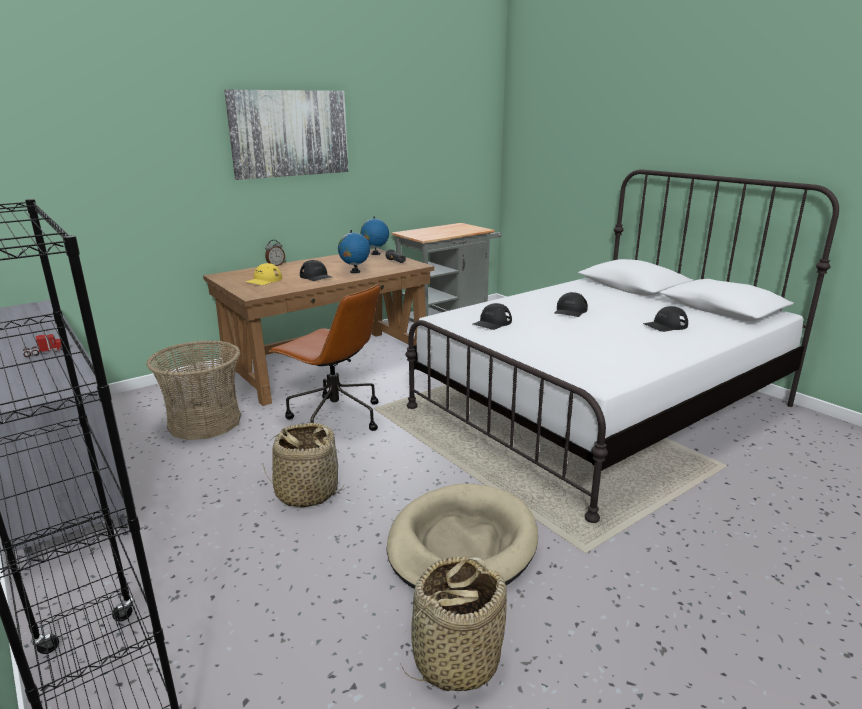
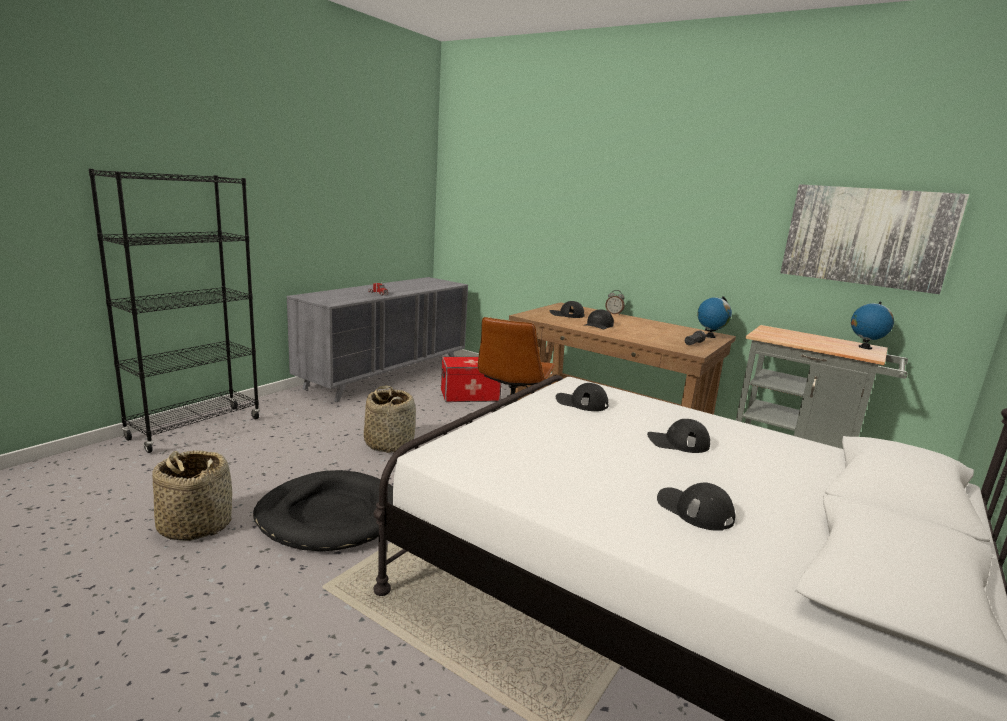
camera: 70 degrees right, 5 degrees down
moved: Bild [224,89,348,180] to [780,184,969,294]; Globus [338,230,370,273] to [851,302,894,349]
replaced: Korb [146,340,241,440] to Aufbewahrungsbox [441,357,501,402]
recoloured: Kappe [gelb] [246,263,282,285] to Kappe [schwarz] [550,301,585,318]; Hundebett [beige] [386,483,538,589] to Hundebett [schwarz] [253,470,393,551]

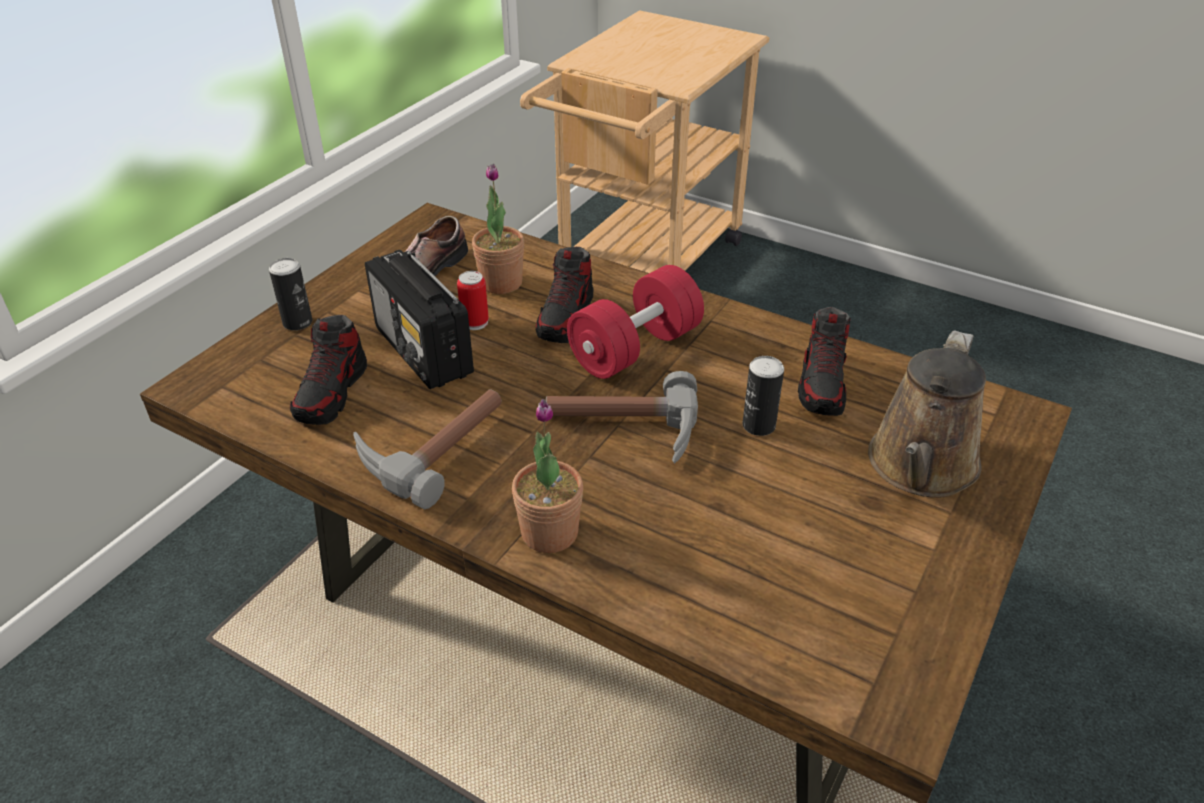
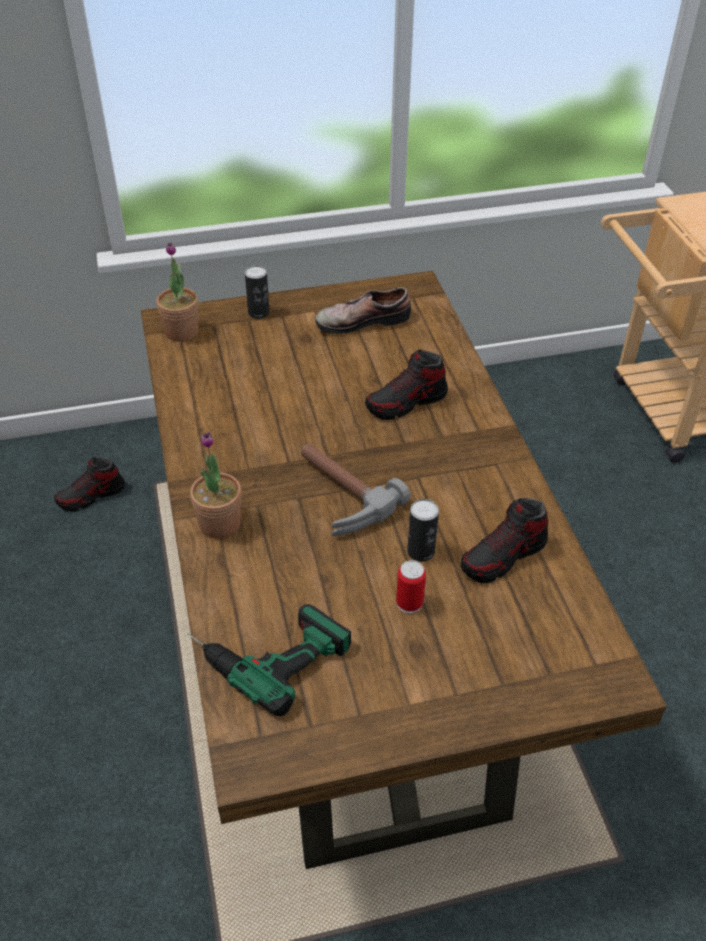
camera: 45 degrees right, 5 degrees up
removed: Radio [365,250,474,389]; Hantel [rot] [567,265,704,379]; Gießkanne [braun] [868,330,986,497]; Hammer [353,389,502,509]
added: Bohrmaschine [187,604,351,716]
moved: Topfpflanze [472,164,524,294] to [156,242,198,342]; Dose [457,271,489,330] to [396,560,426,614]; Schuh [290,315,367,425] to [54,457,125,512]

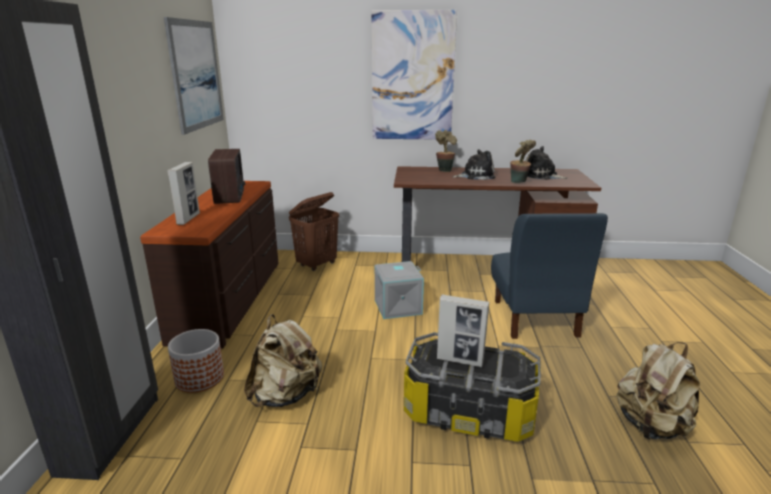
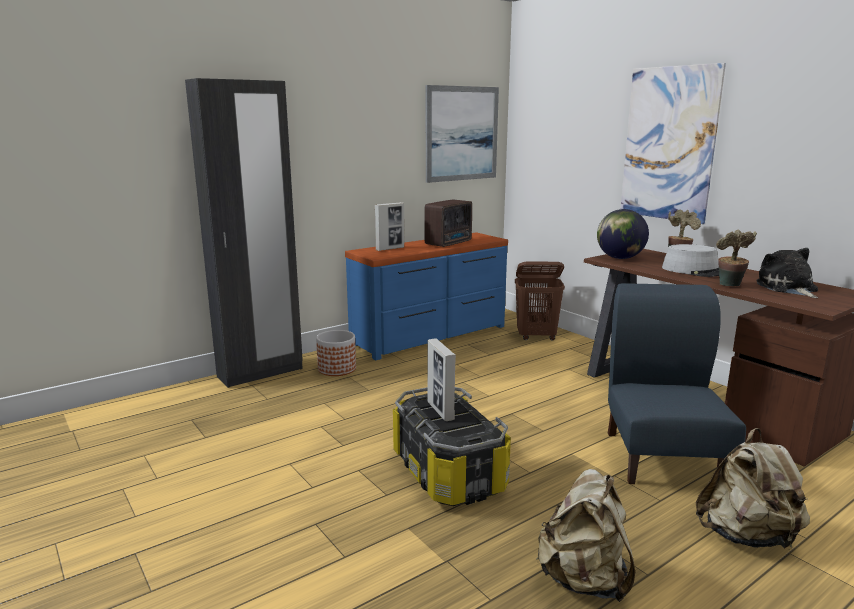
camera: 50 degrees right, 5 degrees down
removed: Aufbewahrungsbox [grau] [375,261,424,319]
added: Globus [597,209,649,259]
moved: Rucksack [beige] [244,314,322,407] to [696,428,810,550]
replaced: Plüschtier [453,149,496,180] to Hut [grau] [662,244,719,277]
recoloured: Kommode [braun] [140,181,279,349] to Kommode [blau] [345,232,508,360]
turned: Stuhl [blau] [491,213,608,339] = [608,283,746,484] 135 degrees clockwise

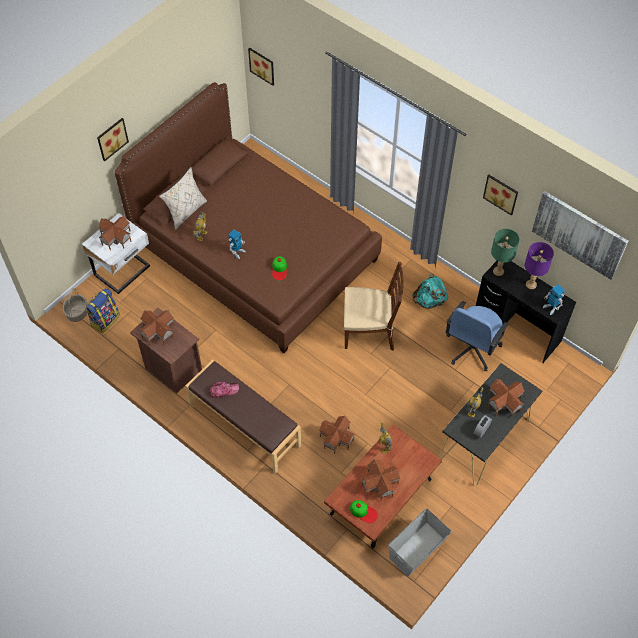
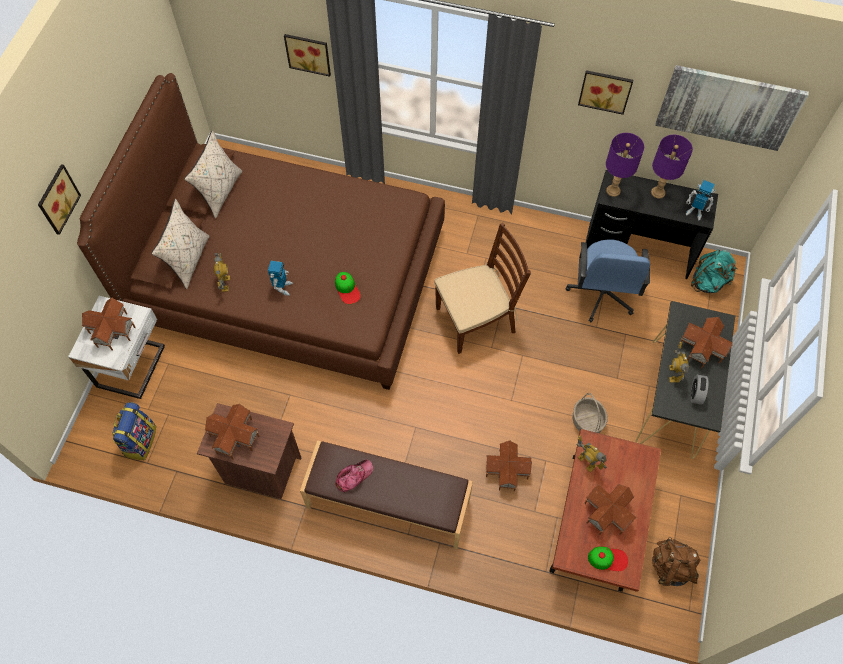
camera: 25 degrees left, 5 degrees up
added: Kissen [beige] [184,130,242,218]
moved: Bild [248,47,274,86] to [284,34,331,77]; Rucksack [türkis] [412,274,448,309] to [691,249,737,293]; Korb [63,288,88,322] to [573,393,607,433]
replaced: Aufbewahrungsbox [grau] [388,509,451,576] to Rucksack [braun] [652,537,700,586]
recoloured: Tischlampe [grün] [491,229,519,276] to Tischlampe [lila] [606,133,644,197]

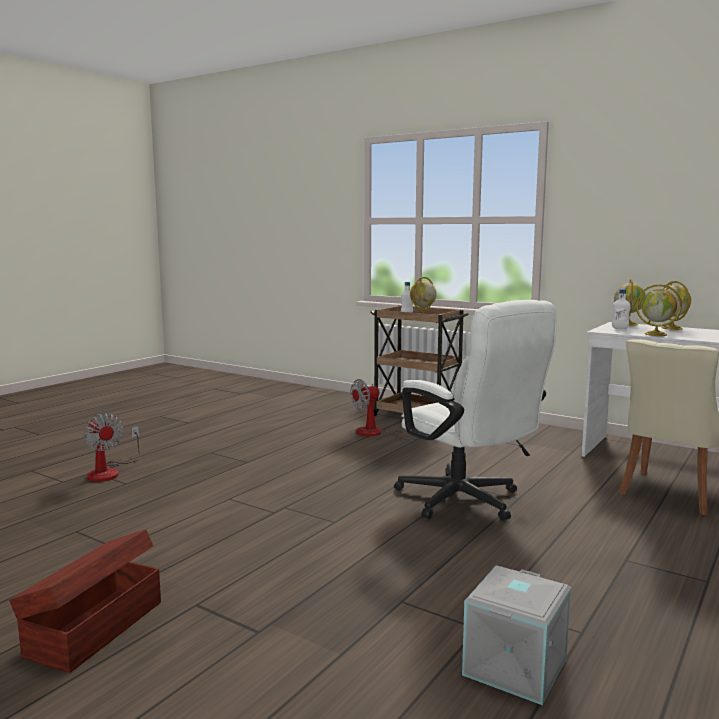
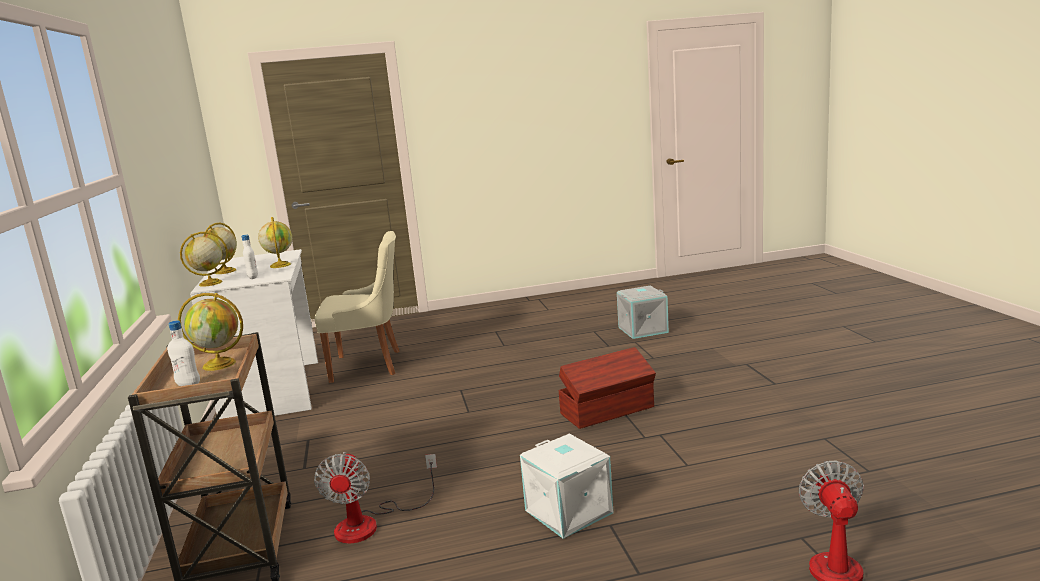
camera: 135 degrees left, 5 degrees up
removed: Bürostuhl [weiß] [394,300,557,521]
added: Aufbewahrungsbox [weiß] [520,433,613,539]
moved: Aufbewahrungsbox [braun] [9,529,161,673] to [558,347,656,429]
turned: Ventilator [350,379,418,440] = [314,452,437,544] 75 degrees clockwise

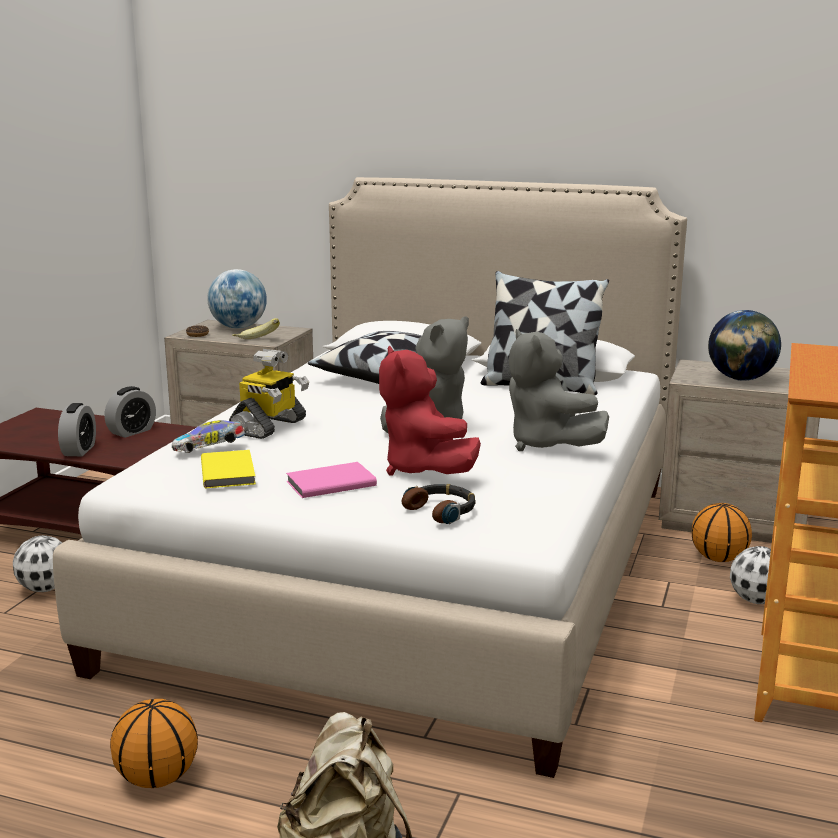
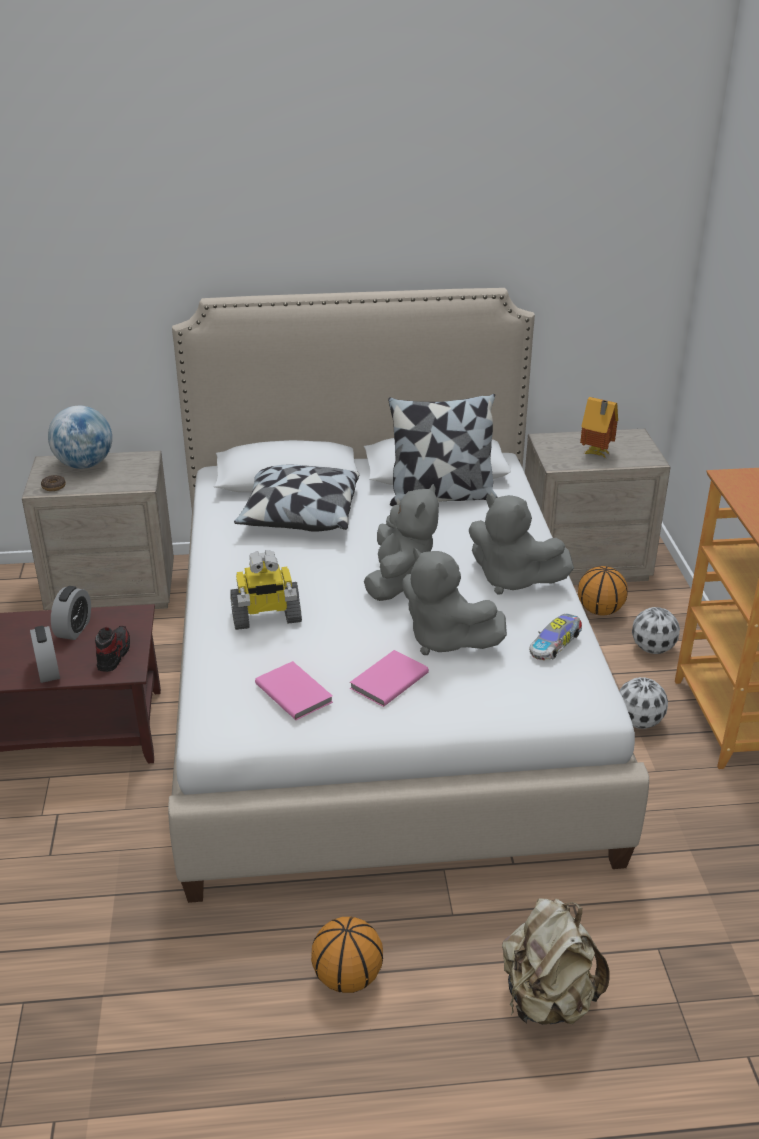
camera: 25 degrees left, 15 degrees up
removed: Banane [232,318,280,339]; Kopfhörer [402,484,476,524]
added: Schuh [95,626,130,672]
moved: Spielzeugauto [172,420,246,453] to [529,614,582,660]; Fußball [13,535,62,592] to [619,677,668,729]
replaced: Globus [708,310,781,381] to Spielzeughaus [580,397,618,458]
recoloured: Plüschtier [rot] [379,346,481,476] to Plüschtier [grau] [402,548,507,655]; Buch [gelb] [201,450,256,488] to Buch [rosa] [255,661,333,720]
turned: Spielzeugroboter [229,349,309,439] = [230,550,302,630] 75 degrees clockwise

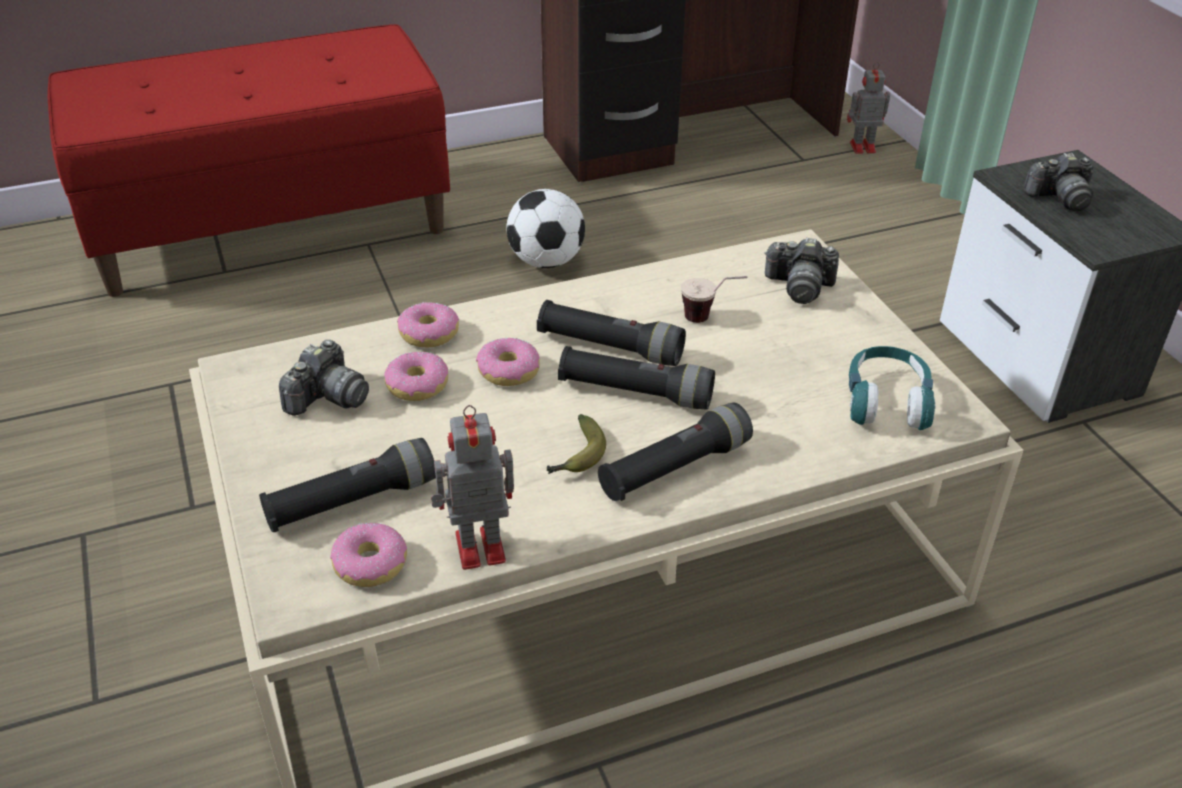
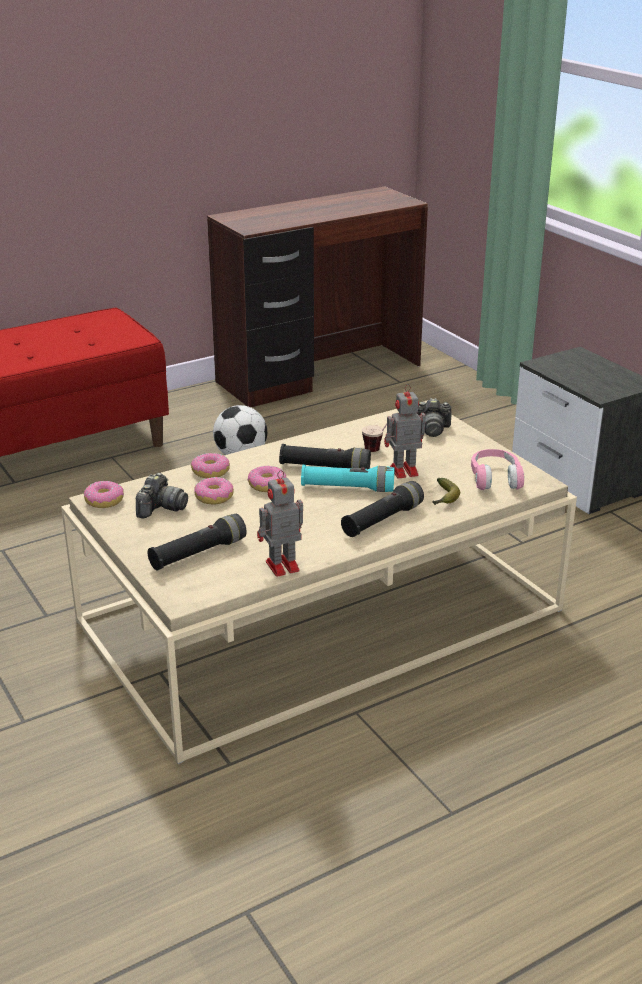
camera: 10 degrees left, 10 degrees down
removed: Kamera [1024,153,1093,211]
moved: Spielzeugroboter [847,62,890,154] to [384,384,426,478]; Banane [547,414,606,474] to [433,478,460,505]; Donut [330,523,407,587] to [84,480,124,508]
recoloured: Taschenlampe [schwarz] [558,346,715,410] to Taschenlampe [türkis] [301,465,394,492]; Kopfhörer [türkis] [849,346,936,430] to Kopfhörer [rosa] [471,449,524,490]

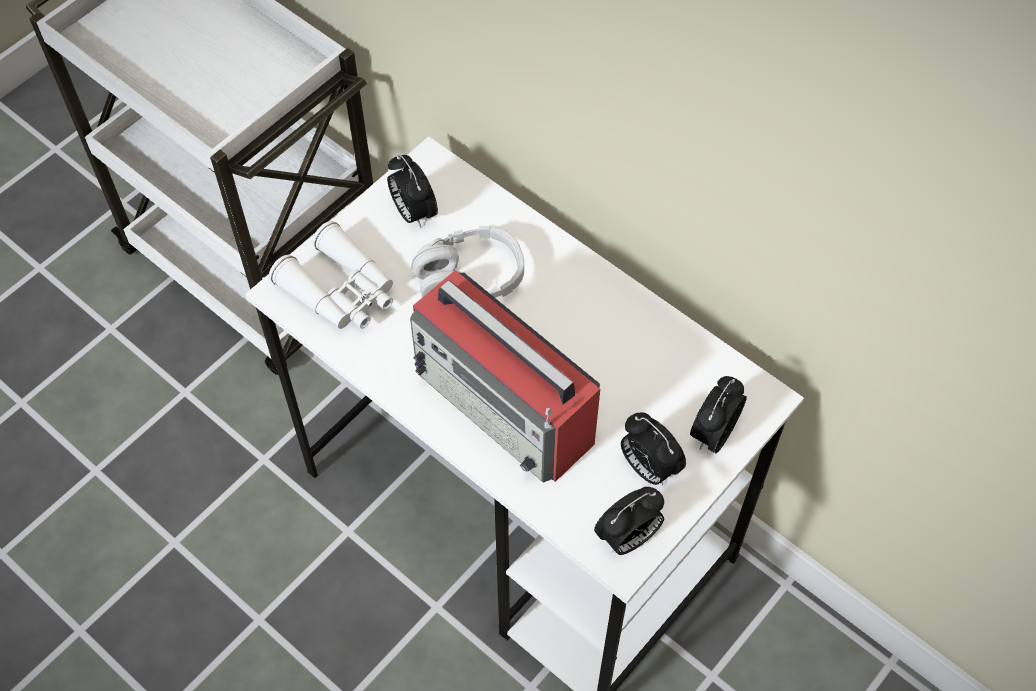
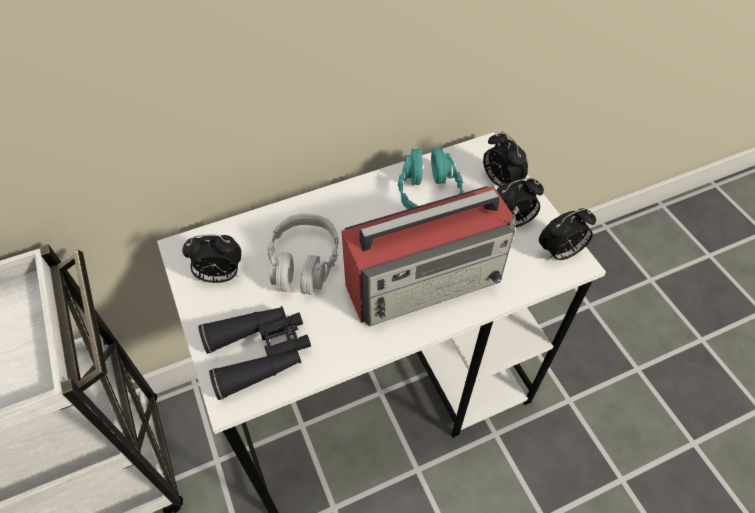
camera: 65 degrees left, 5 degrees down
added: Kopfhörer [türkis] [398,147,464,210]
recoloured: Fernglas [weiß] [269,221,393,329] to Fernglas [schwarz] [198,306,311,400]
turned: Wecker [594,487,664,555] = [539,208,596,260] 75 degrees clockwise

